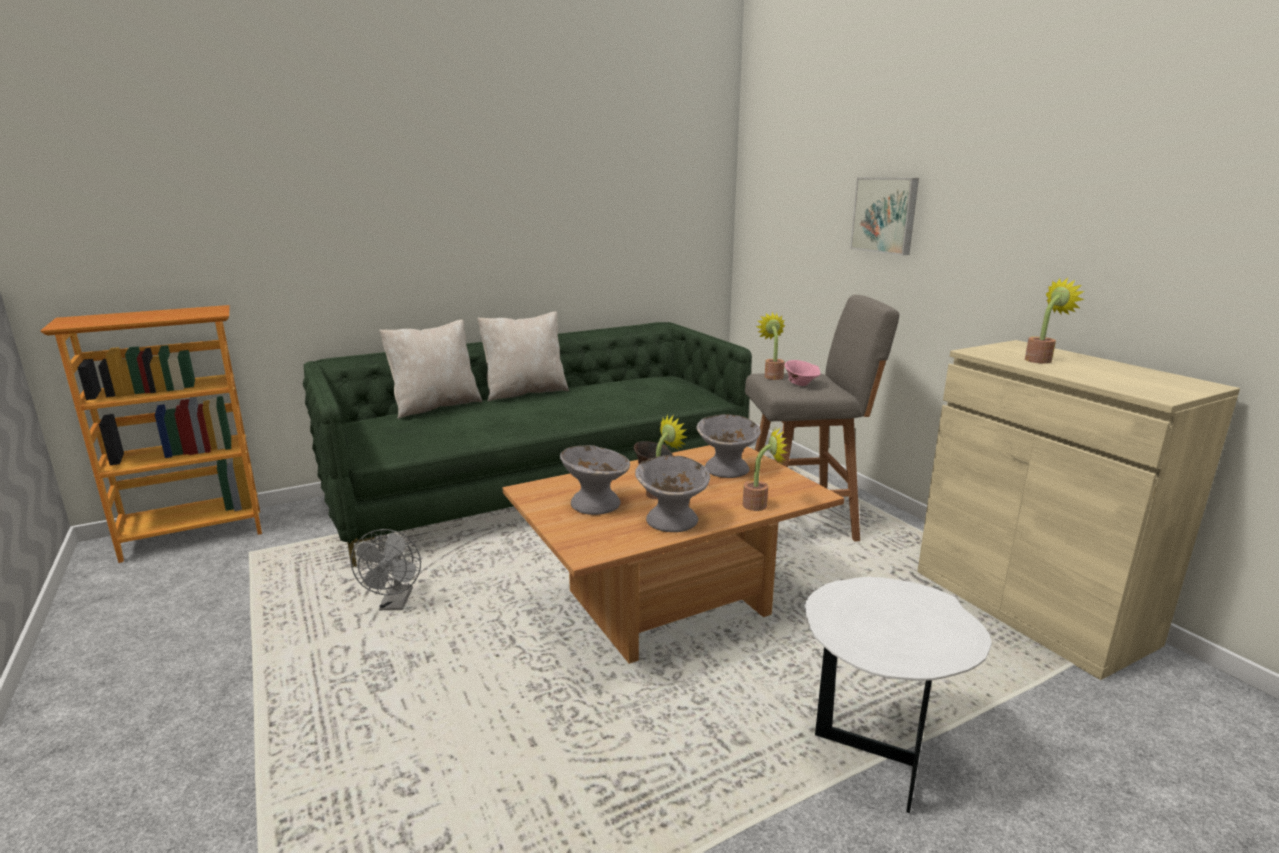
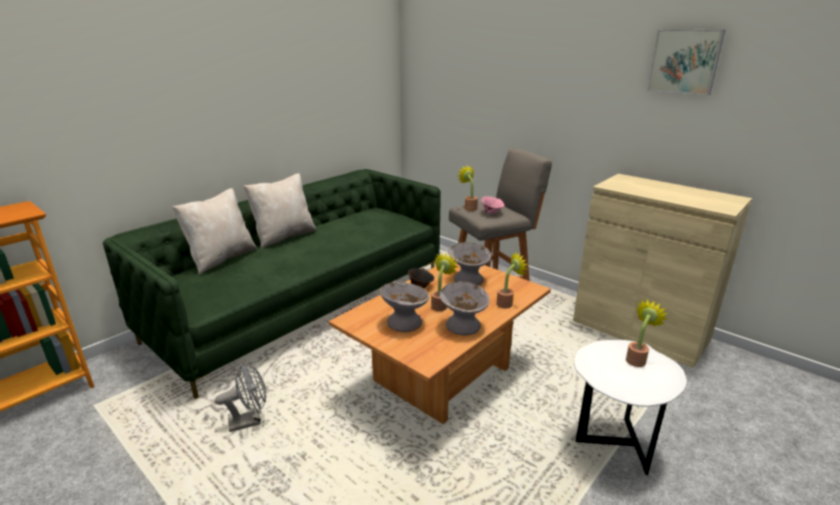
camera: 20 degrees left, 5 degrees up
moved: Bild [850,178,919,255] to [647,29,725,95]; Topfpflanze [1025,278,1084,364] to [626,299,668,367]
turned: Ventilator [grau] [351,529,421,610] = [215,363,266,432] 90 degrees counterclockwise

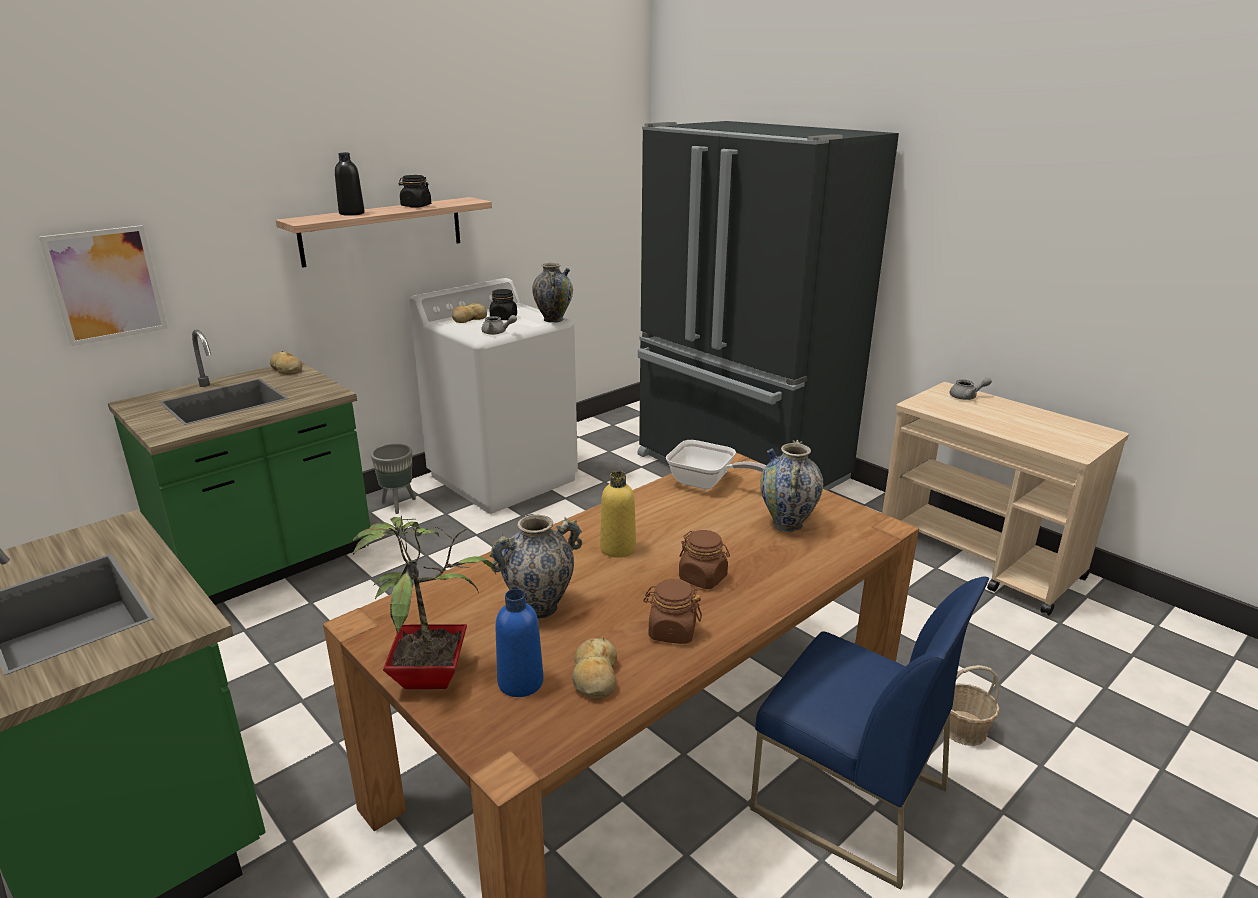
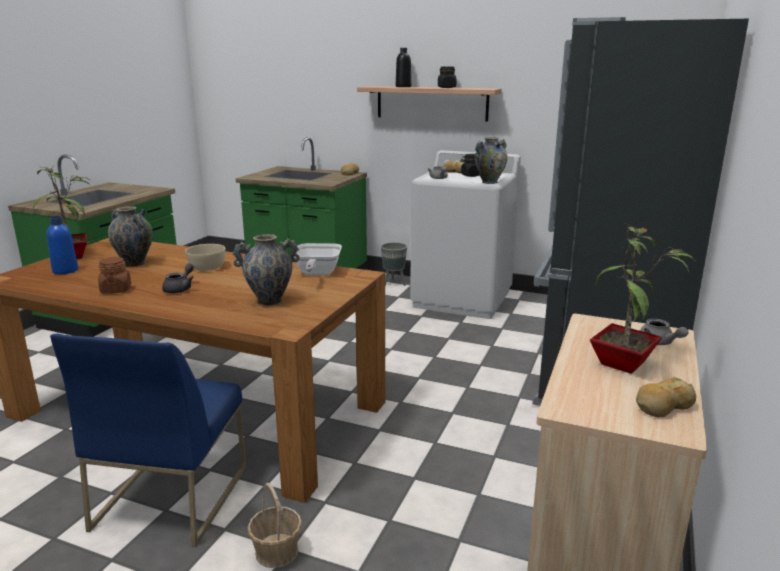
camera: 65 degrees right, 5 degrees down
removed: Bild [39,225,168,346]
added: Topfpflanze [590,224,695,374]
moved: Brot [572,637,617,699] to [636,377,696,417]
replaced: Flasche [gelb] [600,471,636,558] to Schüssel [beige] [185,244,226,271]; Vorratsglas [braun] [679,530,730,589] to Teekanne [grau] [162,263,194,293]

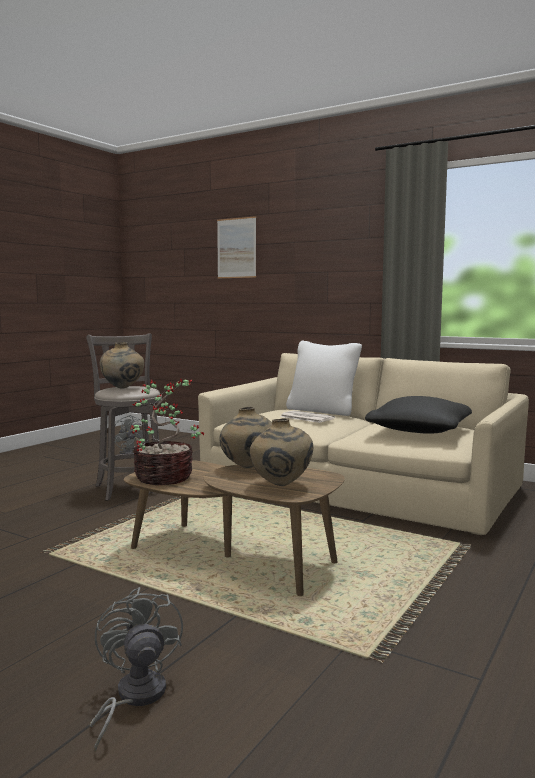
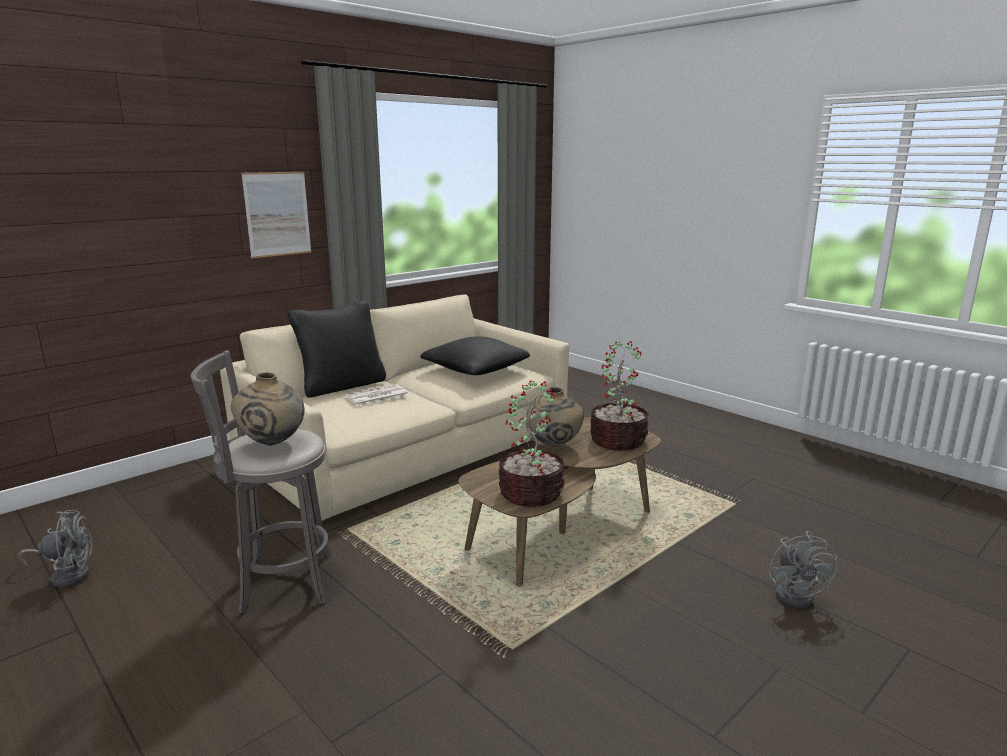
camera: 75 degrees left, 10 degrees up
moved: Bild [217,216,256,278] to [241,172,311,258]
replaced: Vase [beige] [249,418,313,486] to Topfpflanze [590,341,649,451]
recoloured: Kissen [weiß] [286,341,362,416] to Kissen [schwarz] [287,301,386,398]
turned: Ventilator [grau] [90,587,183,752] = [769,531,837,608] 90 degrees counterclockwise

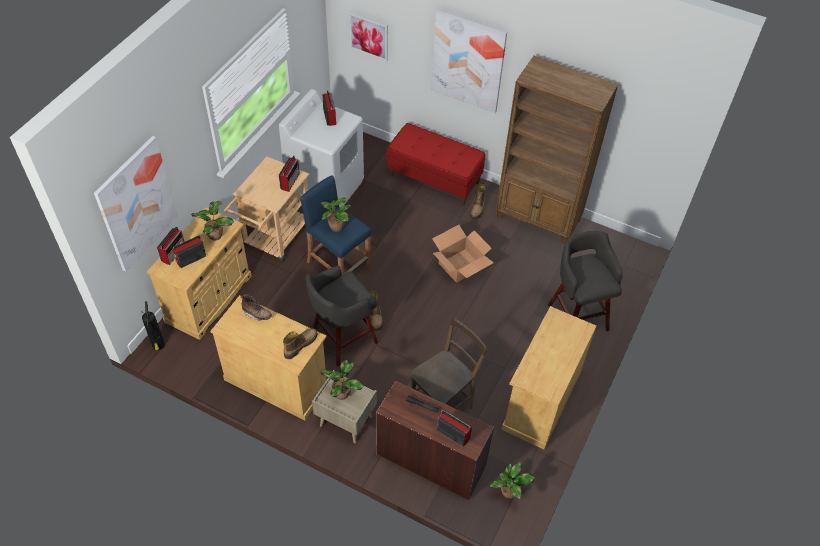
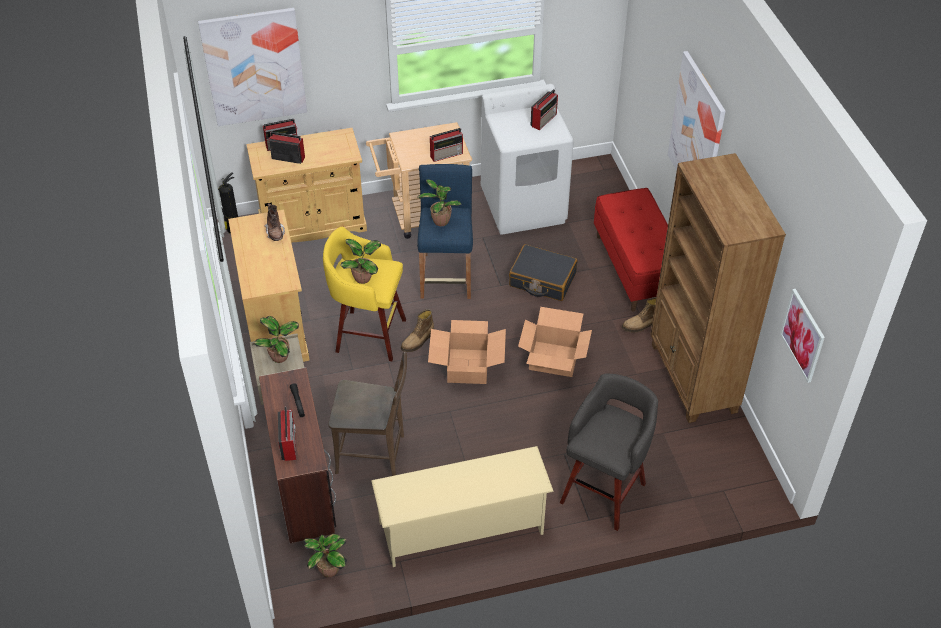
camera: 50 degrees right, 5 degrees down
removed: Stiefel [283,328,318,359]
added: Koffer [schwarz] [509,244,577,301]; Karton [428,320,506,384]
moved: Bild [349,12,388,61] to [780,289,825,383]; Topfpflanze [191,201,234,240] to [340,239,381,284]
replaced: Schrank [beige] [502,306,596,449] to Schuhregal [beige] [371,446,554,567]
recoloured: Hocker [grau] [305,266,378,367] to Hocker [gelb] [323,227,406,361]

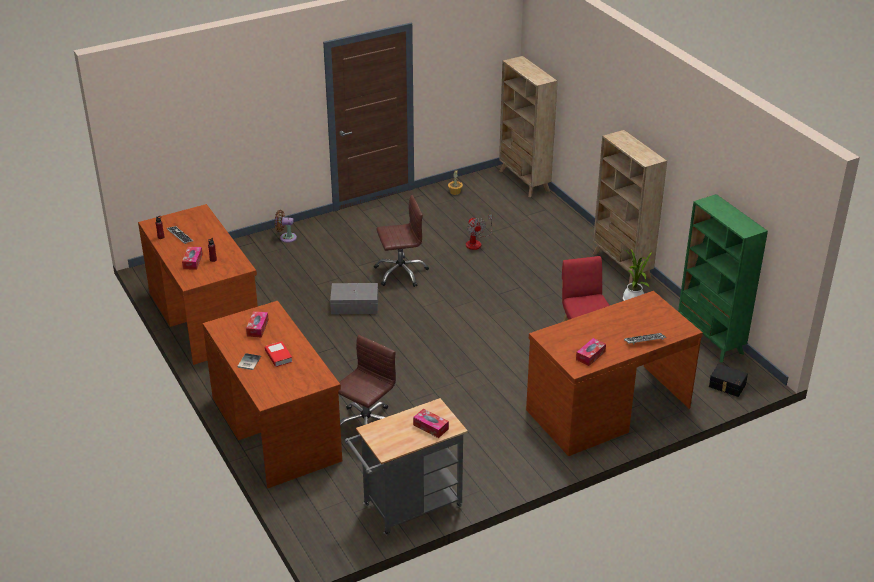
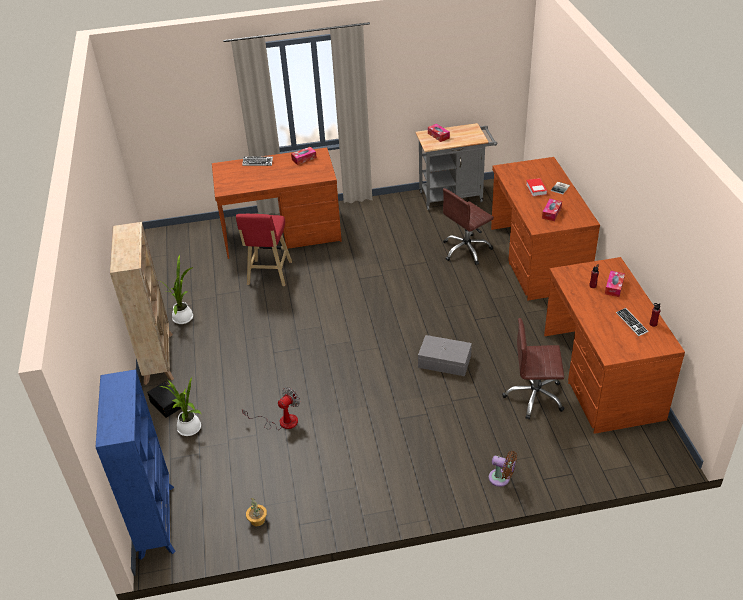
camera: 160 degrees left, 5 degrees up
removed: Bücherregal [grün] [678,194,768,363]
added: Topfpflanze [159,377,201,436]
moved: Bürostuhl [braun] [374,195,429,287] to [502,318,565,420]; Aufbewahrungsbox [schwarz] [709,364,748,397] to [147,381,181,418]
recoloured: Bücherregal [beige] [499,56,558,197] to Bücherregal [blau] [95,369,175,560]
turned: Ventilator [466,214,492,250] = [242,387,300,430] 45 degrees clockwise

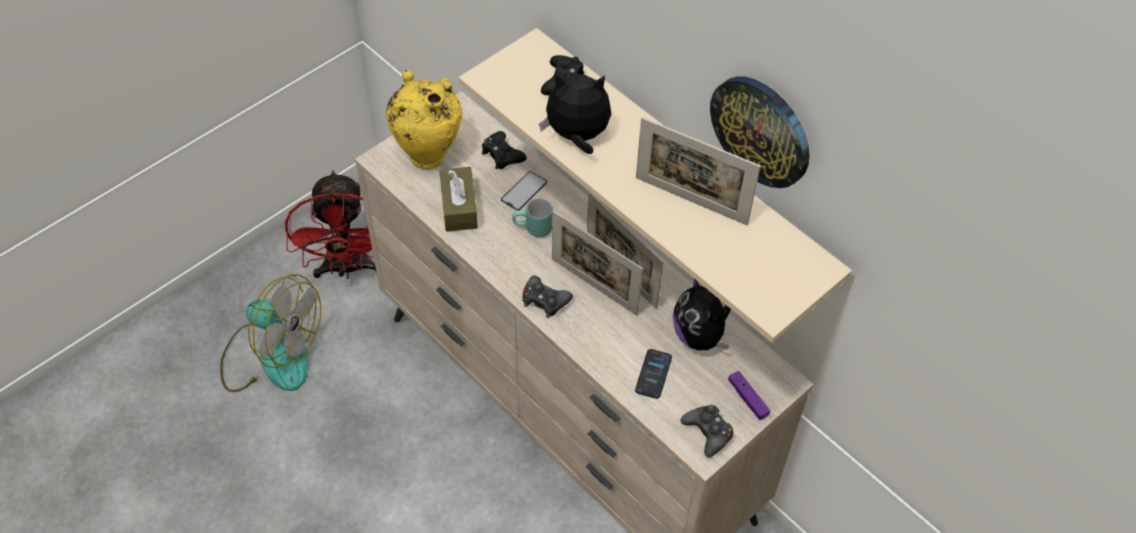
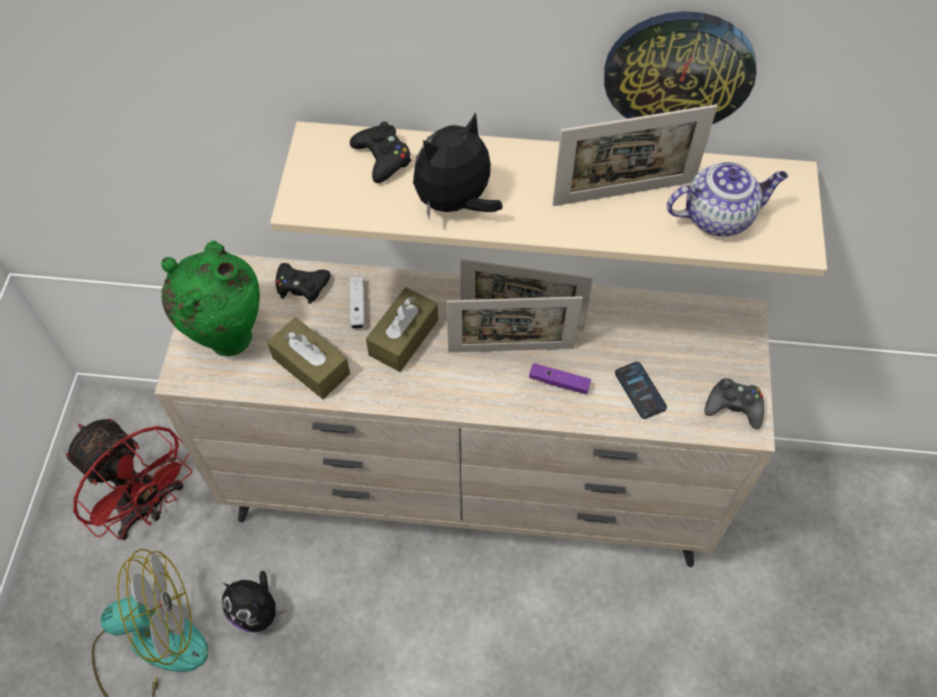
camera: 40 degrees left, 5 degrees up
removed: Gamepad [schwarz] [522,275,573,318]
added: Teekanne [667,162,788,236]
moved: Plüschtier [673,279,731,351] to [222,571,286,632]; Gamepad [lila] [728,371,770,420] to [529,363,591,394]
replaced: Handy [501,171,547,211] to Gamepad [weiß] [350,276,365,329]; Henkelbecher [türkis] [512,198,553,237] to Taschentuchbox [braun] [366,287,438,372]
recoloured: Vase [gelb] [386,69,462,169] to Vase [grün] [161,240,260,356]

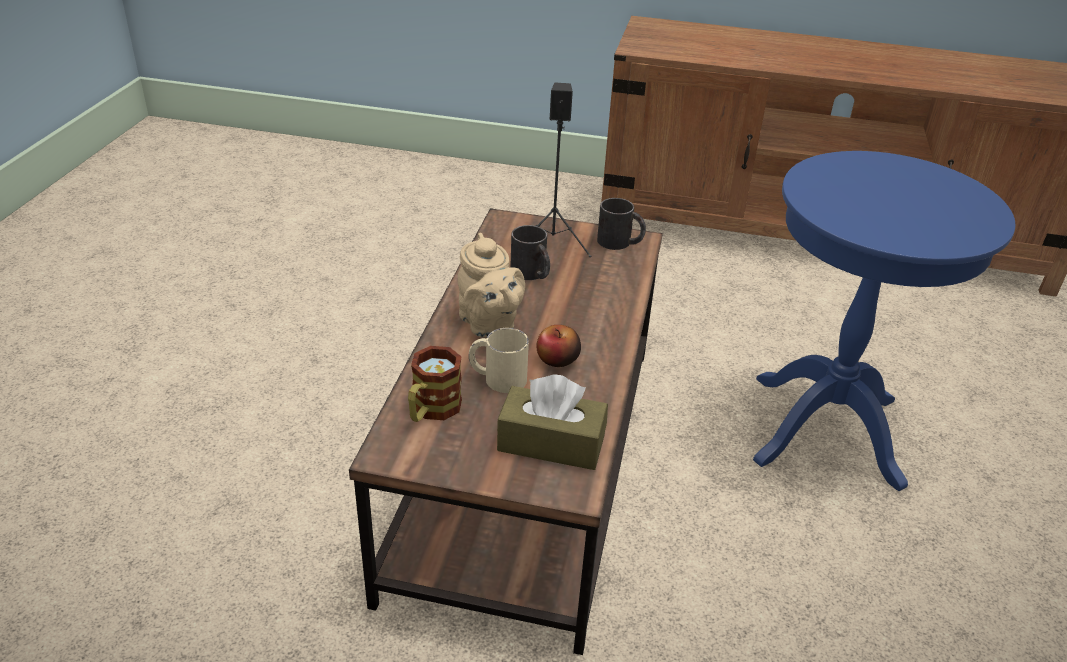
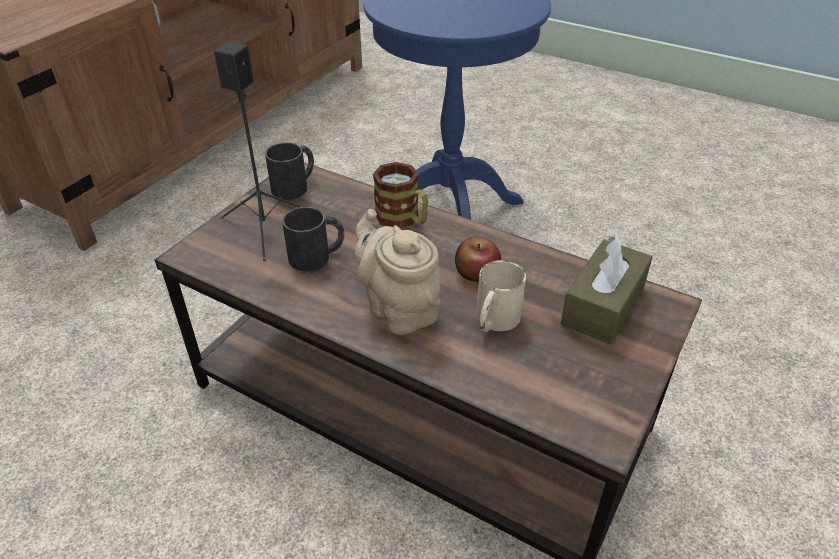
camera: 70 degrees left, 5 degrees up
moved: Henkelbecher [408,346,462,422] to [373,162,428,228]
turned: Teekanne [beige] [458,233,525,337] = [355,209,441,335] 120 degrees counterclockwise

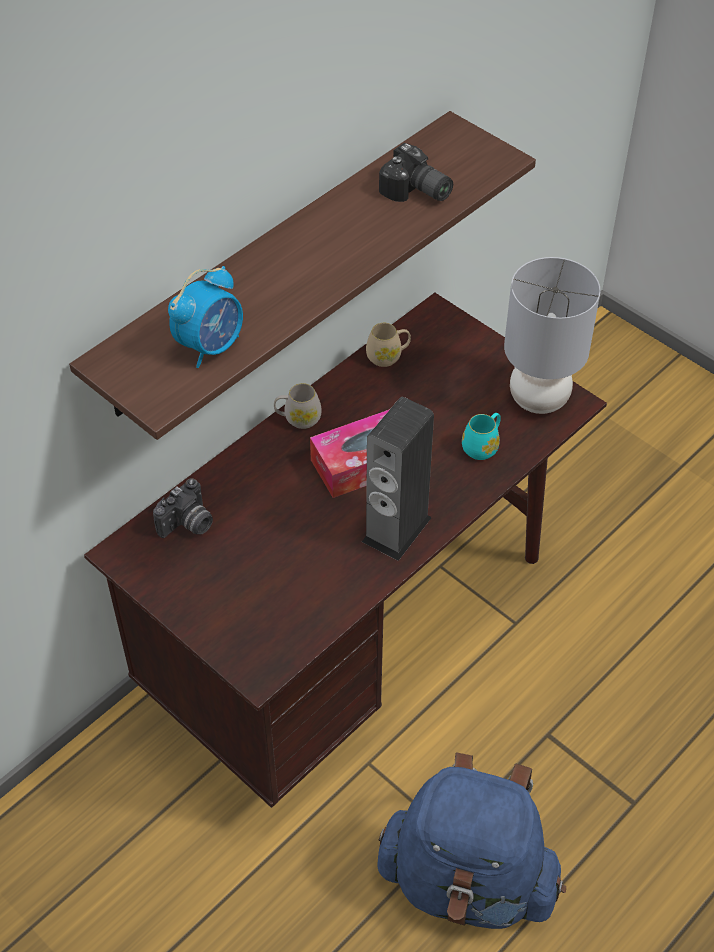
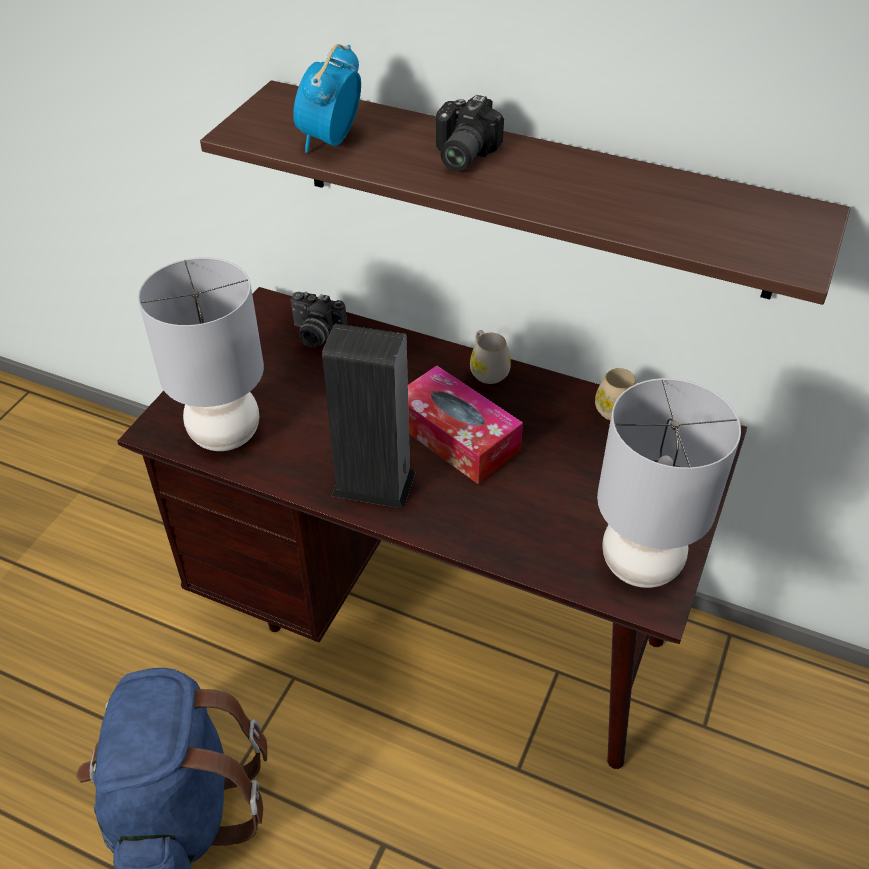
camera: 70 degrees right, 5 degrees down
removed: Henkelbecher [türkis] [462,413,501,460]
added: Tischlampe [grau] [138,257,264,451]
moved: Kamera [379,143,453,202] to [436,95,504,171]
turned: Wecker [168,266,243,368] = [293,44,361,153] 90 degrees clockwise

